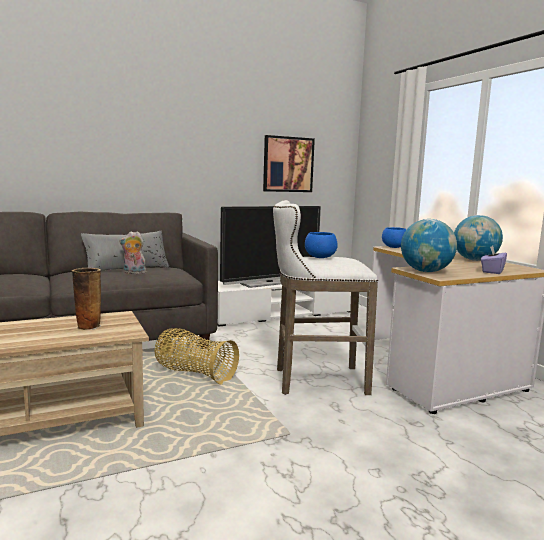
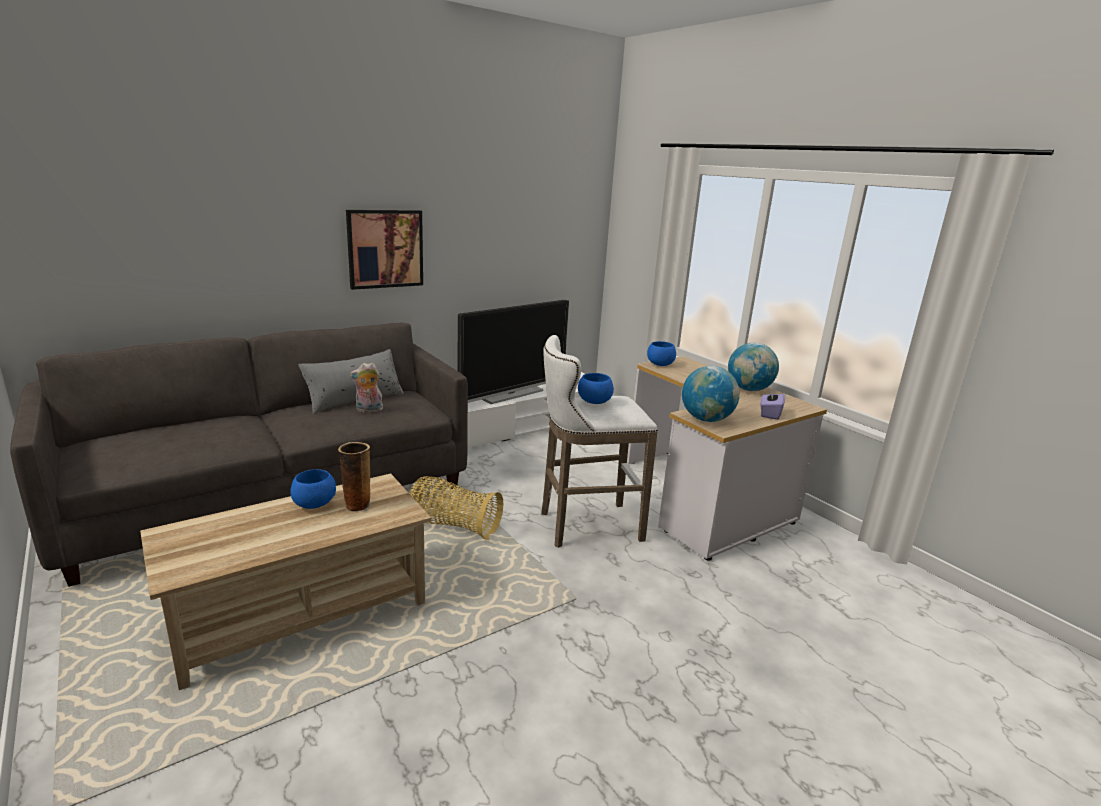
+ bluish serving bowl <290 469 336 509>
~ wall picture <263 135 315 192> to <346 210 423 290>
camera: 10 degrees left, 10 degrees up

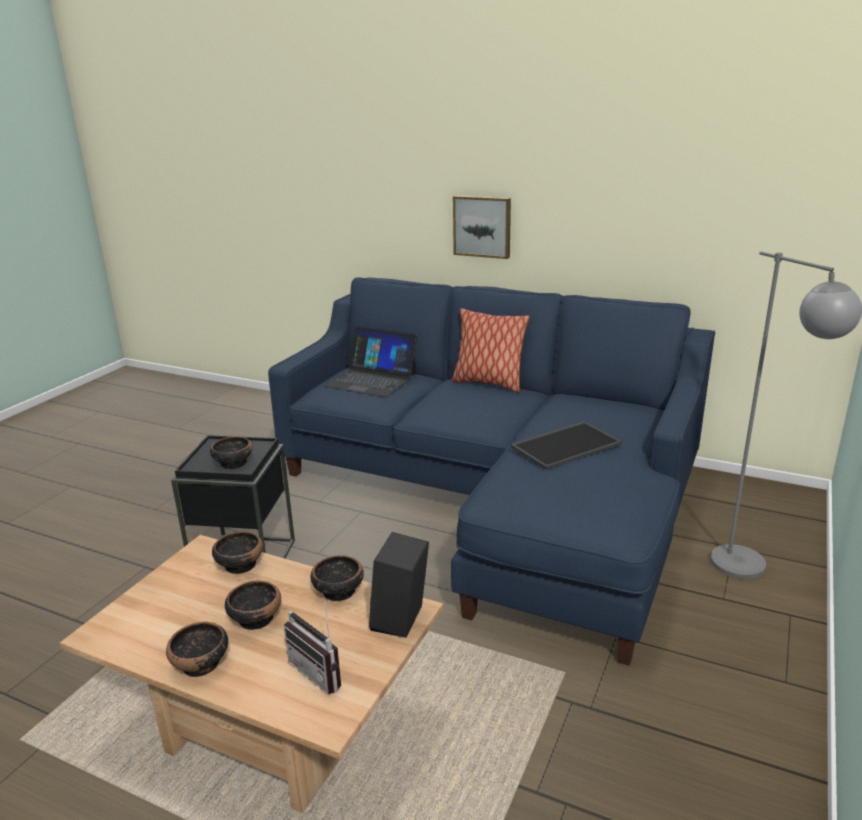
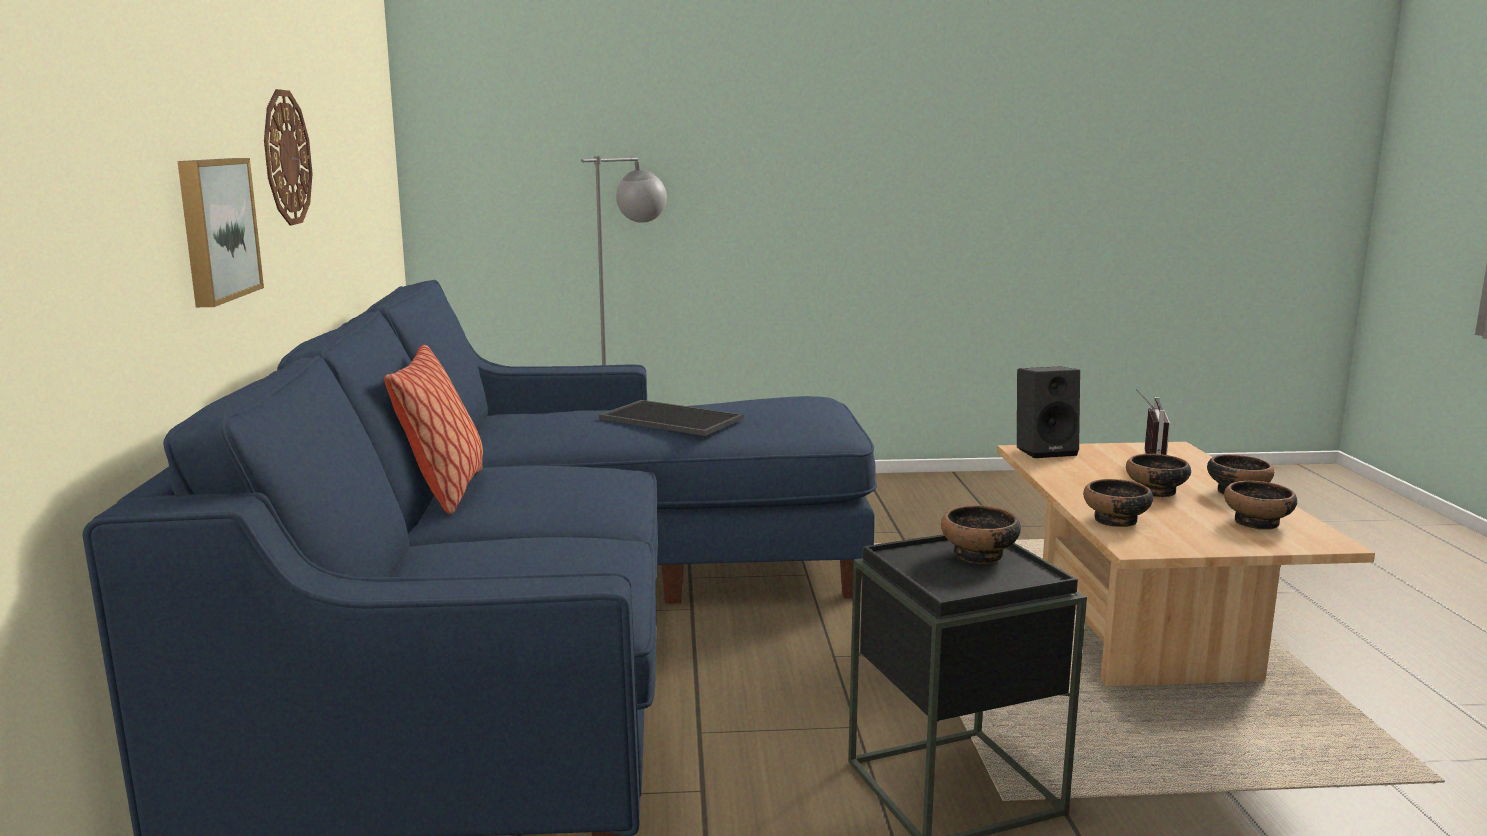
+ wall clock <264 89 313 225>
~ serving bowl <311 555 364 601> to <1224 481 1297 530>
- laptop <324 326 417 397>
camera: 120 degrees left, 10 degrees down

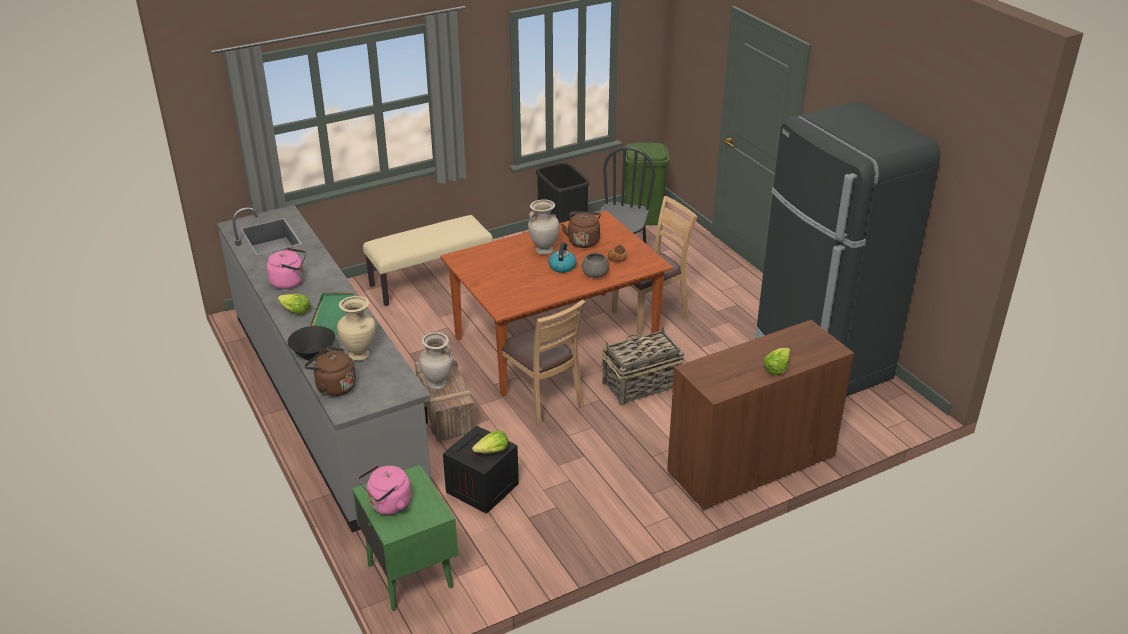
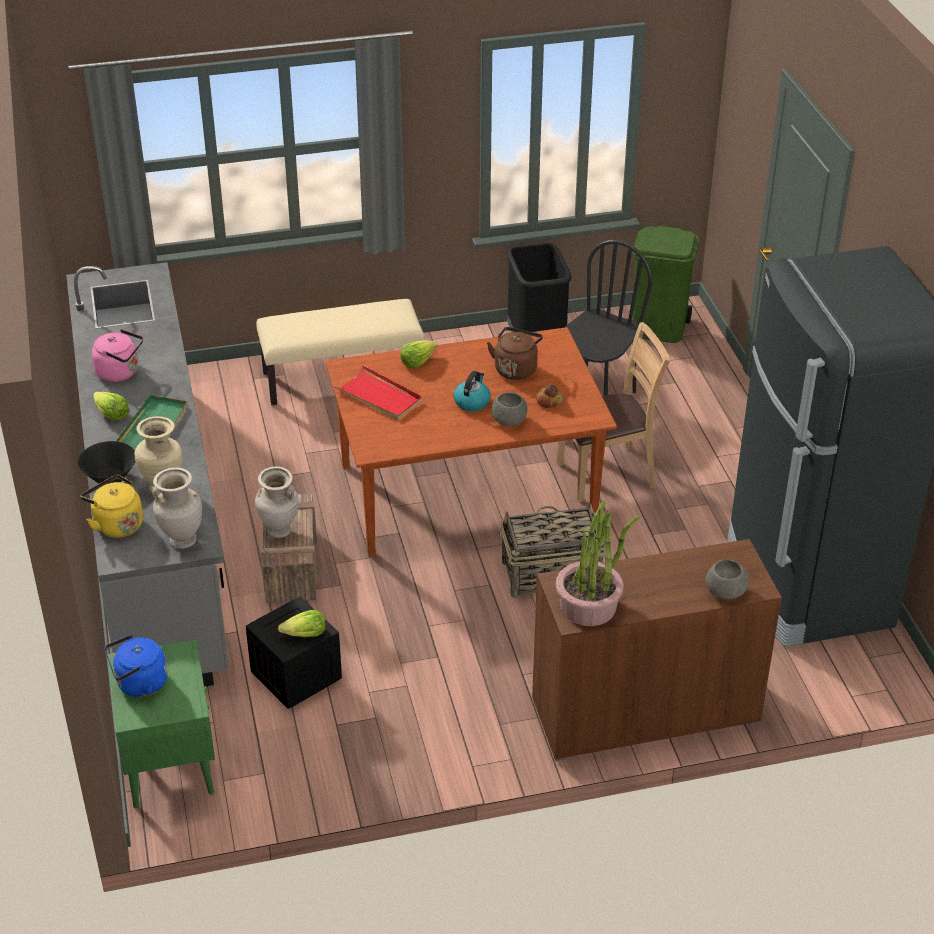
~ brown-coloured tea kettle <304 347 356 396> to yellowish tea kettle <81 475 143 538>
~ pink-coloured tea kettle <358 465 411 515> to bluish tea kettle <105 635 168 697>
~ beige-coloured vase <528 199 559 255> to <152 467 202 549>
+ reddish tray <334 366 422 420>
~ head of lettuce <763 348 790 375> to <400 340 437 368>
+ potted plant <556 501 640 626>
+ greyish serving bowl <706 559 749 600>
- brown-coloured upright chair <497 299 586 429>
camera: 15 degrees right, 5 degrees up

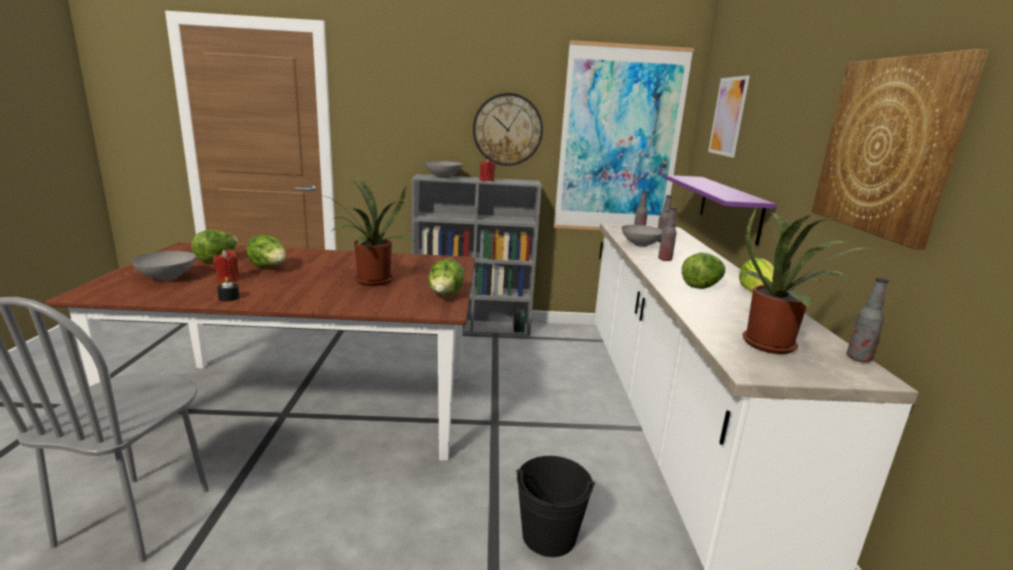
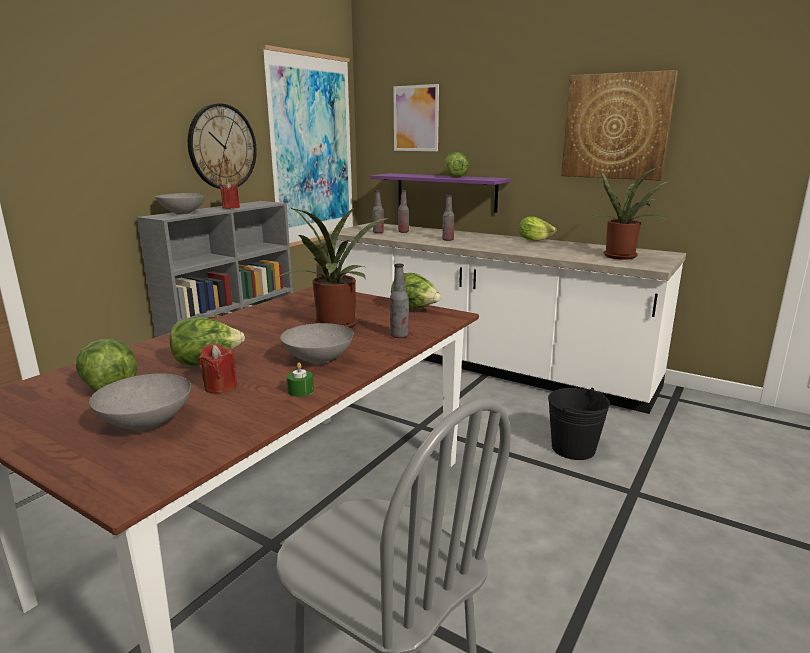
~ greyish serving bowl <622 225 663 247> to <280 323 354 365>
~ black-coloured wax candle <217 277 239 301> to green-coloured wax candle <287 363 314 397>
~ drink bottle <847 278 889 362> to <390 263 409 338>
~ head of lettuce <682 253 725 289> to <444 152 469 178>
camera: 55 degrees left, 0 degrees up

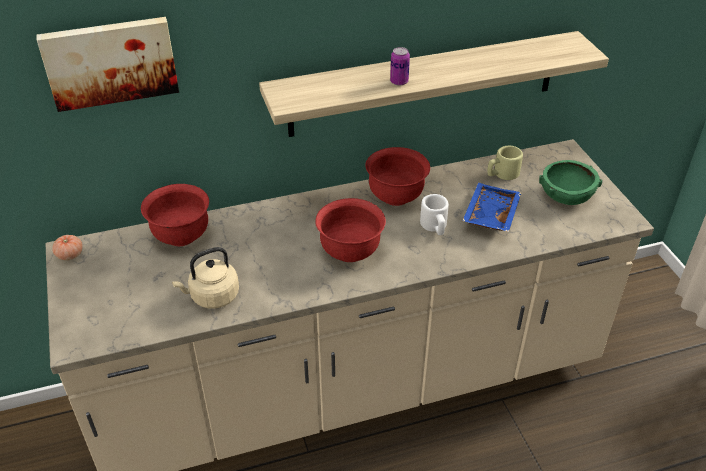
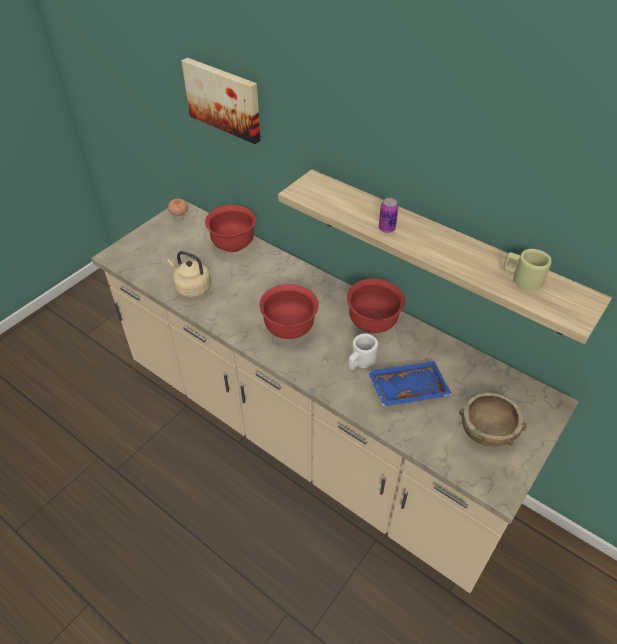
~ green-coloured serving bowl <539 160 602 205> to brown-coloured serving bowl <459 393 527 447>
~ beige-coloured mug <487 146 523 180> to <503 249 552 290>
camera: 55 degrees right, 5 degrees up

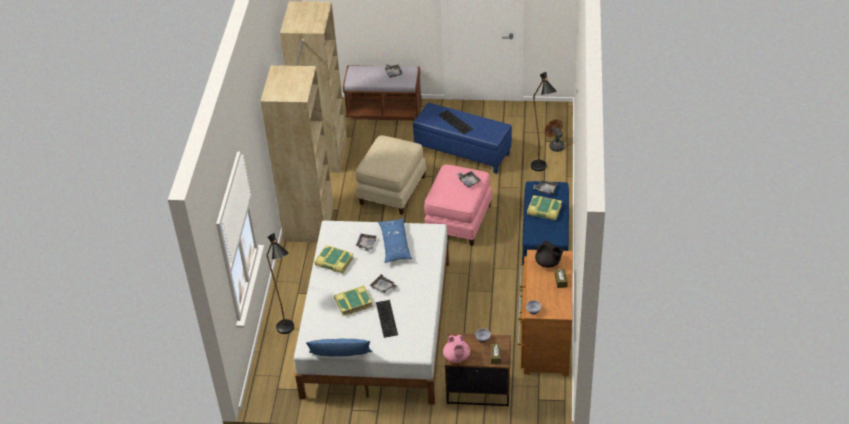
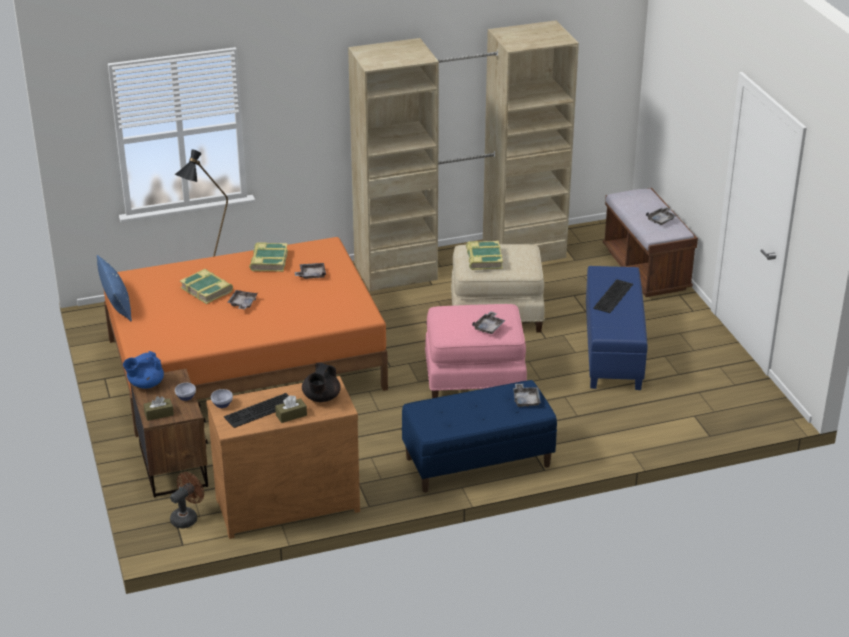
~ whitish bed <294 221 449 405> to orange-coloured bed <104 237 388 437>
~ pink-coloured tea pot <443 335 470 363> to bluish tea pot <123 351 164 389>
~ brown-coloured cooling fan <545 119 565 152> to <170 472 204 528>
~ keyboard <376 300 398 338> to <224 393 289 428>
~ book <527 195 562 220> to <466 241 503 270>
- bluish pillow <378 218 412 263>
- black-coloured floor lamp <531 72 557 171>
camera: 65 degrees right, 10 degrees down

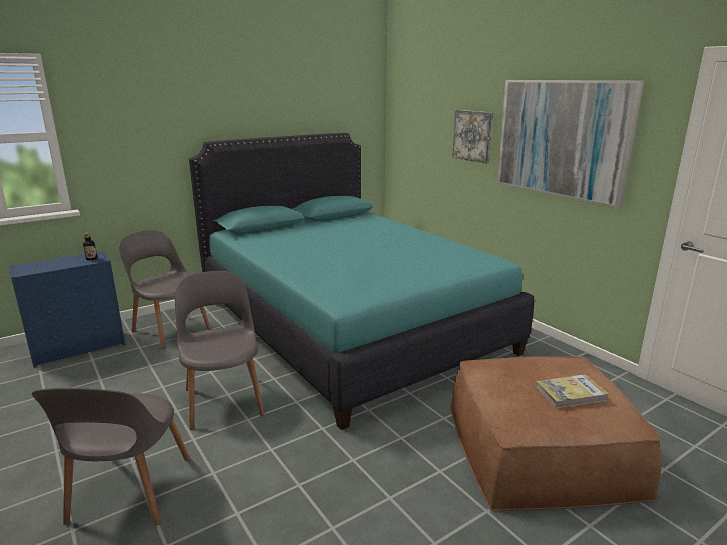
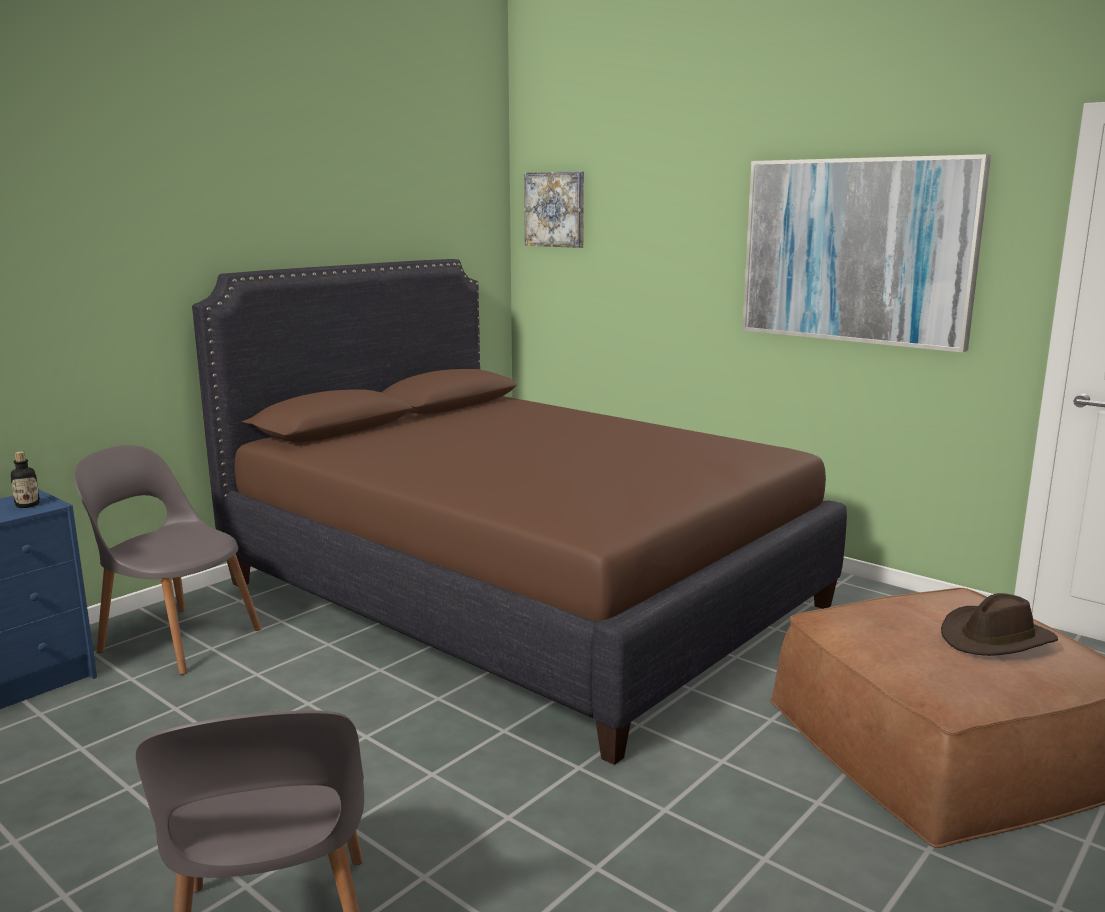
~ turquoise-coloured bed <189 133 534 430> to brown-coloured bed <192 259 847 765>
~ wall picture <452 110 494 164> to <524 171 584 248>
~ book <536 374 608 409> to brown-coloured clothing hat <941 593 1058 656>
- greyish upright chair <175 271 265 430>
camera: 15 degrees left, 5 degrees down

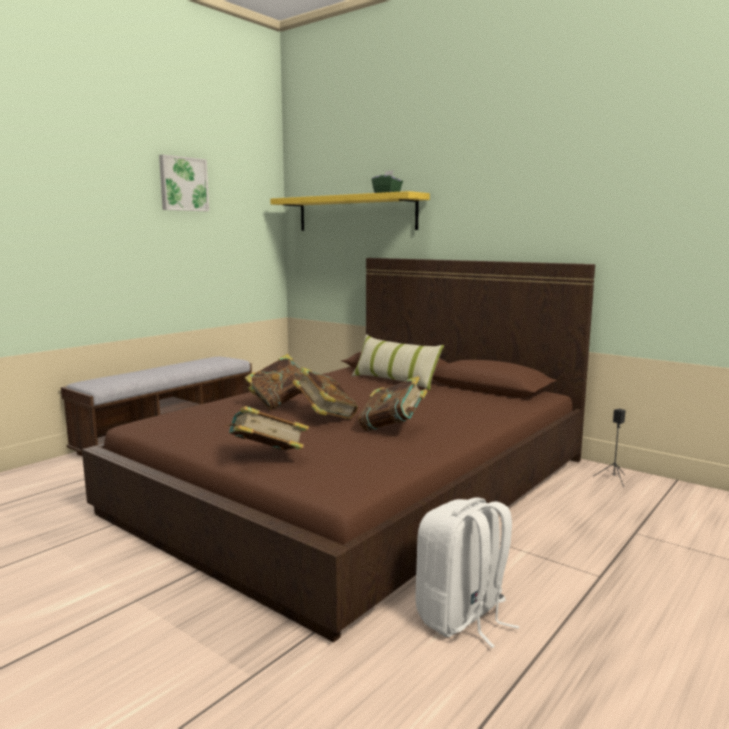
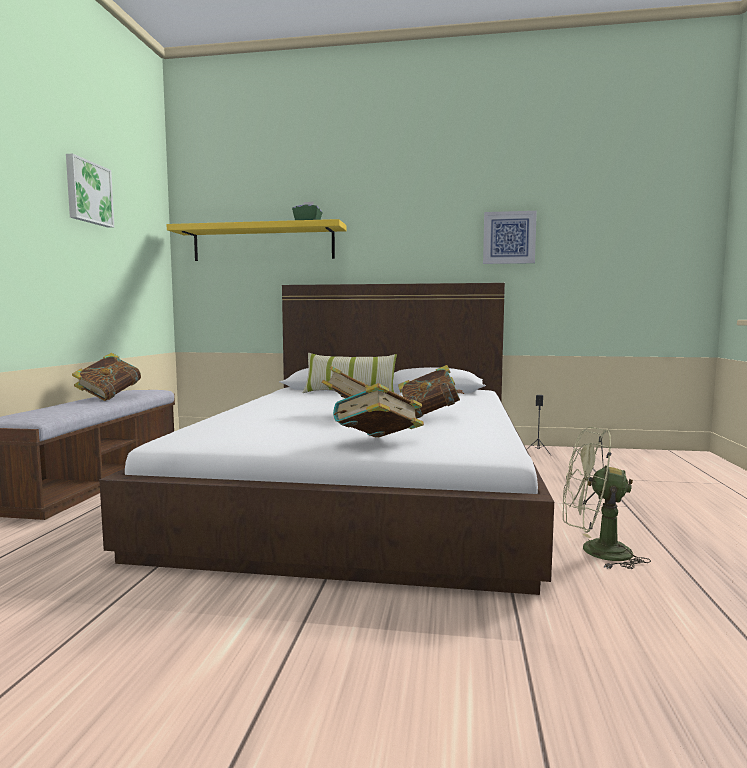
~ book <244 354 304 410> to <72 353 141 401>
~ brown-coloured bed <82 258 595 642> to whitish bed <99 283 554 595>
+ wall picture <483 211 537 264>
~ whitish rucksack <416 497 519 648> to green-coloured cooling fan <563 427 651 569>
camera: 30 degrees left, 5 degrees down

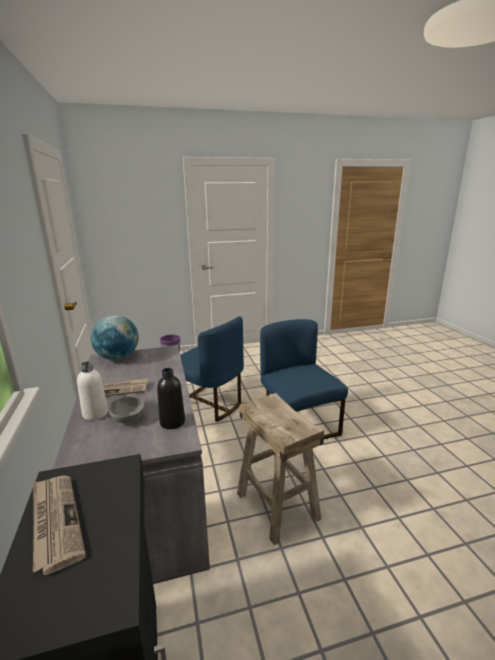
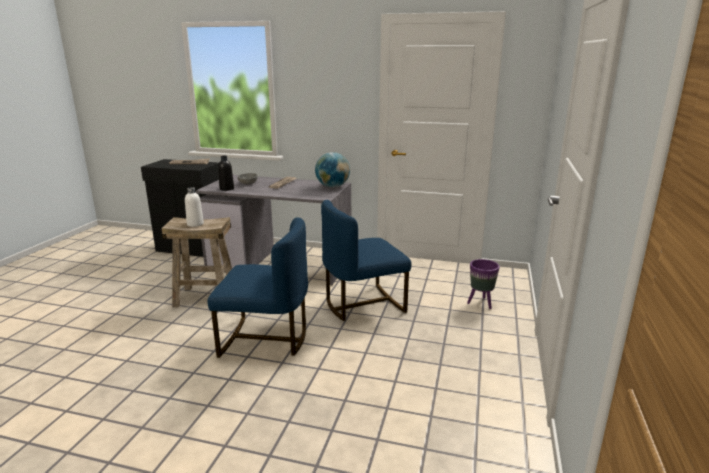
~ whitish drink bottle <77 361 108 420> to <185 187 204 227>
camera: 120 degrees right, 0 degrees up

